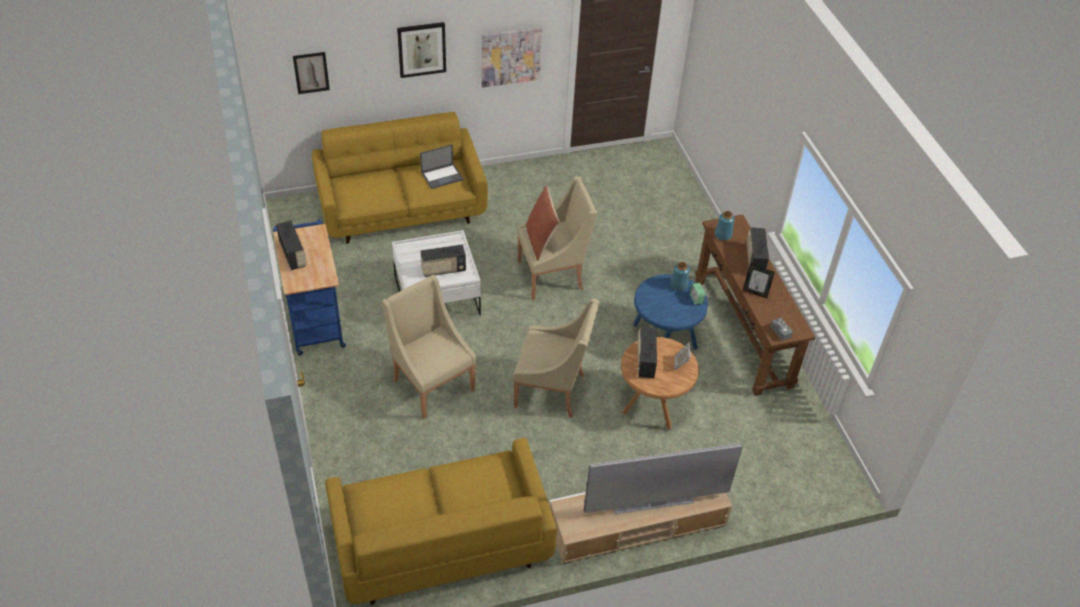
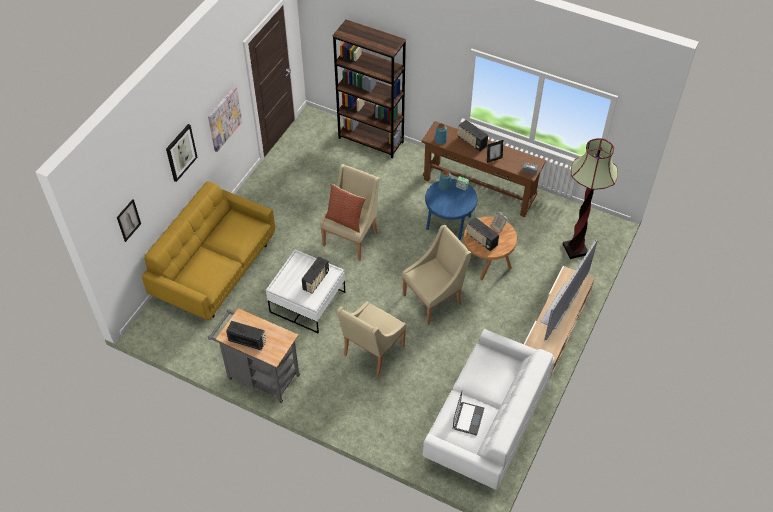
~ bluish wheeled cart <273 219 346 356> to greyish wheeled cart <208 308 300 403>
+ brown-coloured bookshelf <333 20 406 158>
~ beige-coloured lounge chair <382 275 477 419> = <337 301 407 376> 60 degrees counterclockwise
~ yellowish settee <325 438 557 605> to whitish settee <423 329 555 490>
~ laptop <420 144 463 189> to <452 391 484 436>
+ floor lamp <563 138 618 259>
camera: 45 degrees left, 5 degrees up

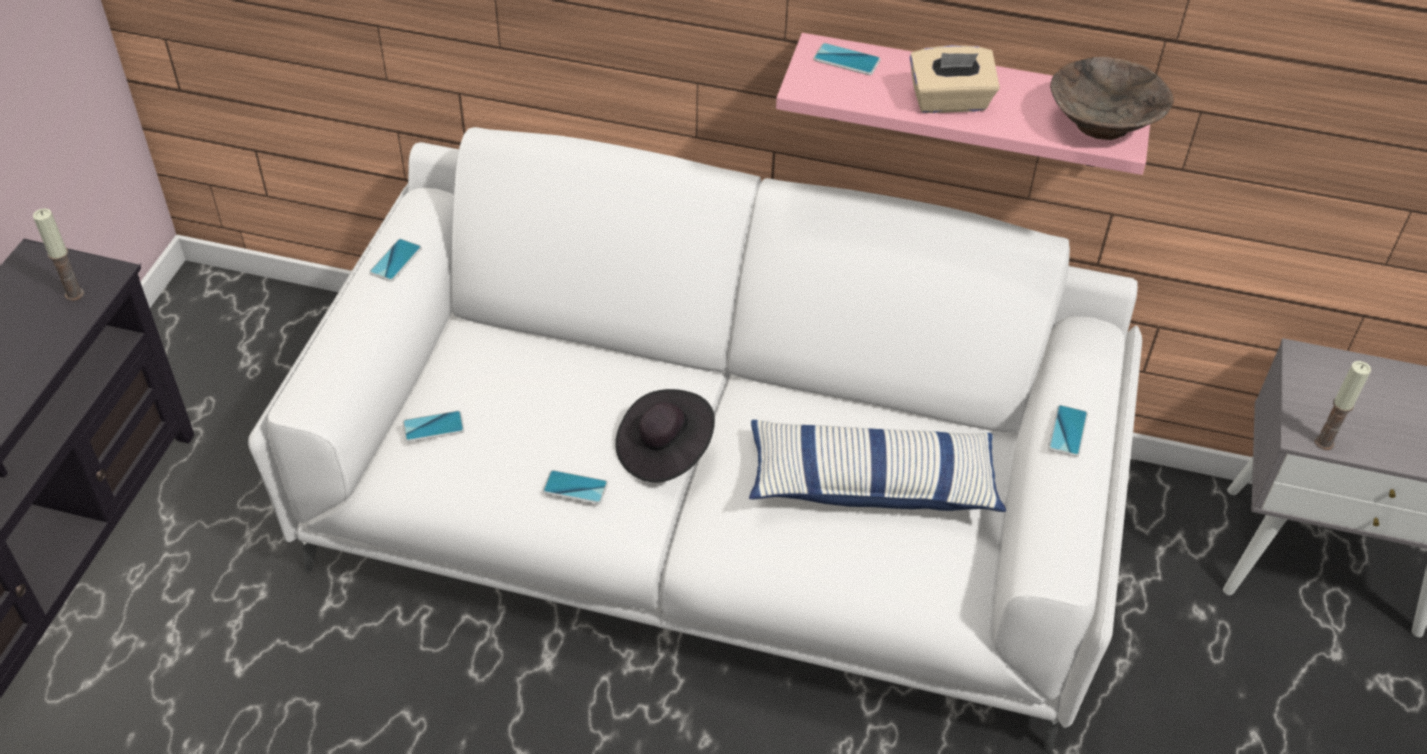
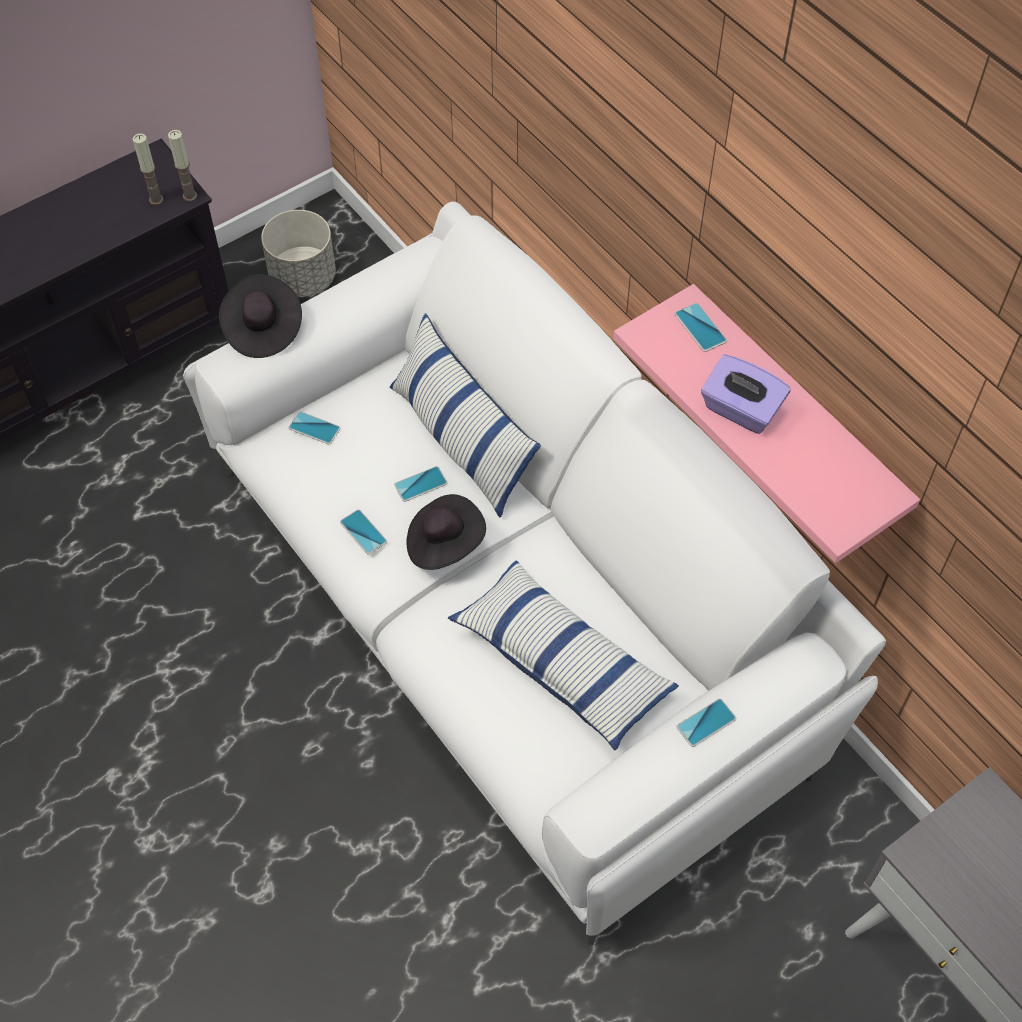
~ wax candle <1315 361 1371 450> to <168 130 197 201>
+ black-coloured clothing hat <219 274 302 358>
+ greyish planter <261 210 336 297>
+ pillow <390 313 541 517>
~ telephone <369 239 422 282> to <394 466 447 502>
~ beige-coloured tissue box <910 45 1000 113> to purplish tissue box <701 354 791 434>
- brown-coloured serving bowl <1050 57 1174 140>
camera: 40 degrees right, 10 degrees up

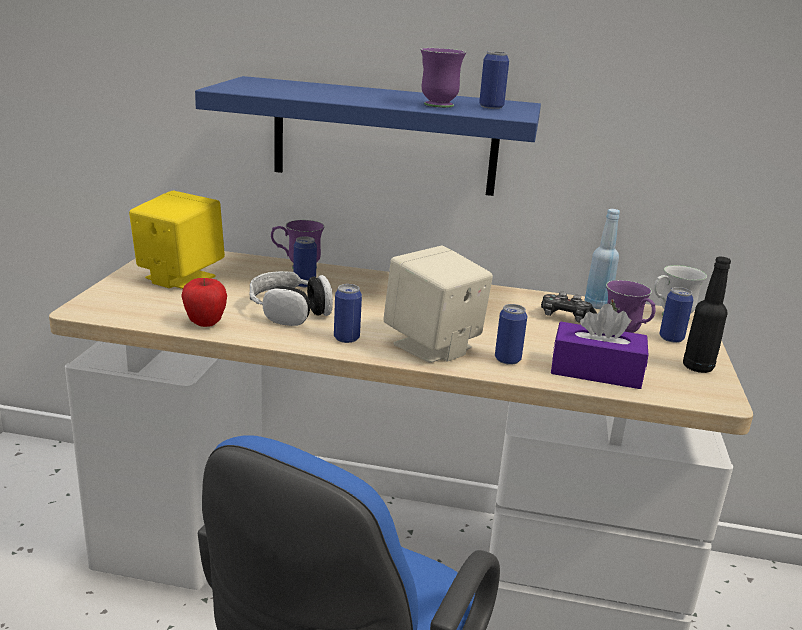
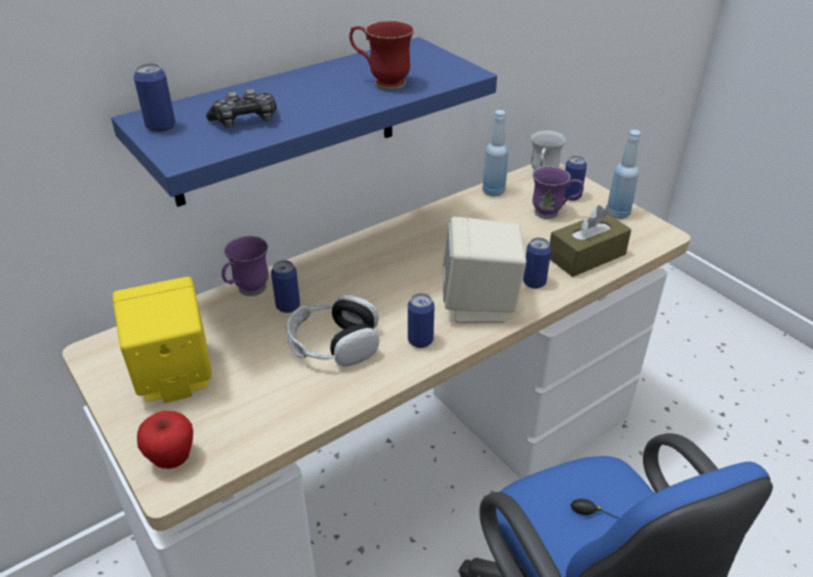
~ metal can <479 51 509 109> to <134 63 176 133>
~ apple fruit <181 278 227 327> to <137 411 193 469>
~ gamepad <541 292 597 323> to <206 89 277 128>
~ purplish mug <420 47 466 108> to reddish mug <349 21 414 90>
~ purplish tissue box <551 304 648 389> to brown-coloured tissue box <550 205 631 277>
~ black-coloured drink bottle <683 257 731 373> to bluish drink bottle <607 130 641 219>
camera: 45 degrees left, 15 degrees up

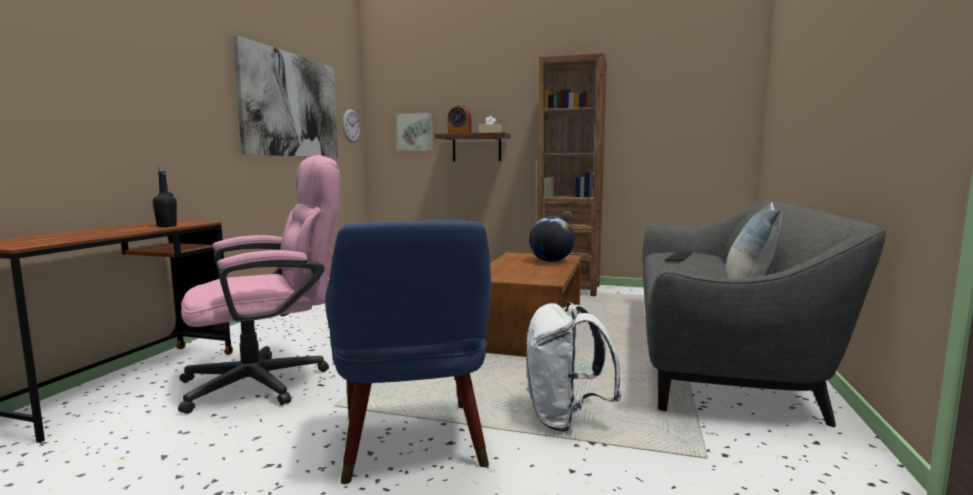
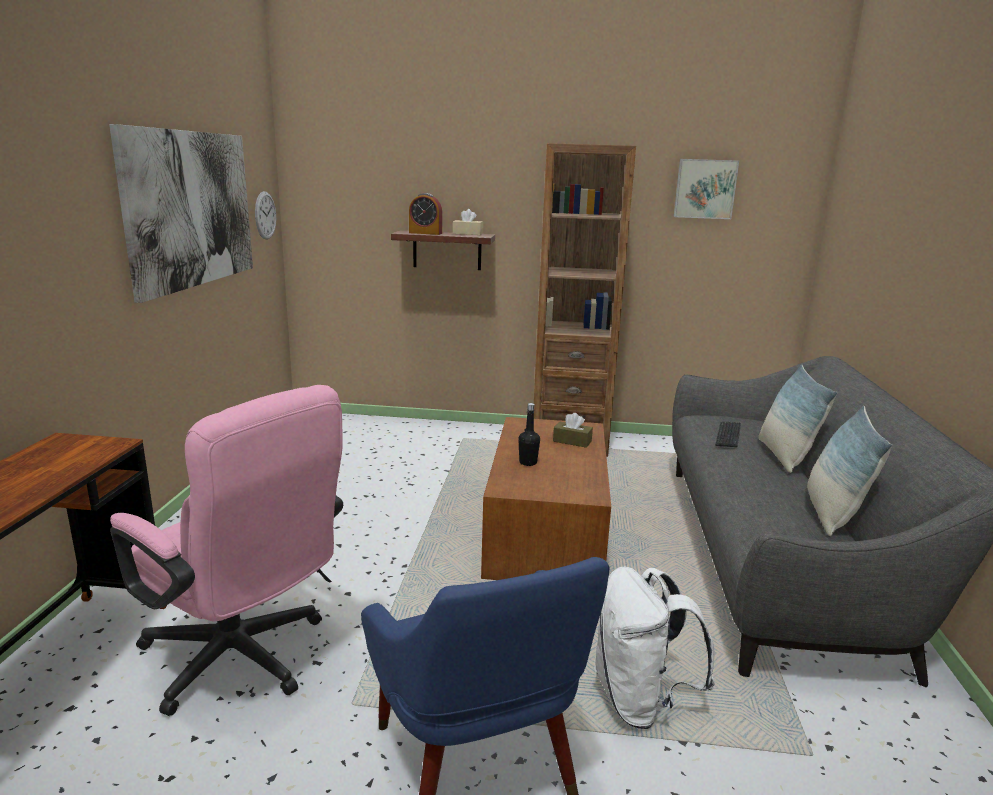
~ pink-coloured office chair <178 155 340 414> = <110 385 343 716> 75 degrees clockwise
~ black-coloured drink bottle <152 166 177 227> to <518 403 540 466>
~ desk globe <529 217 574 262> to brown-coloured tissue box <553 413 593 448>
~ wall picture <396 112 433 151> to <674 159 739 219>
+ pillow <759 365 838 473>
camera: 10 degrees left, 10 degrees up

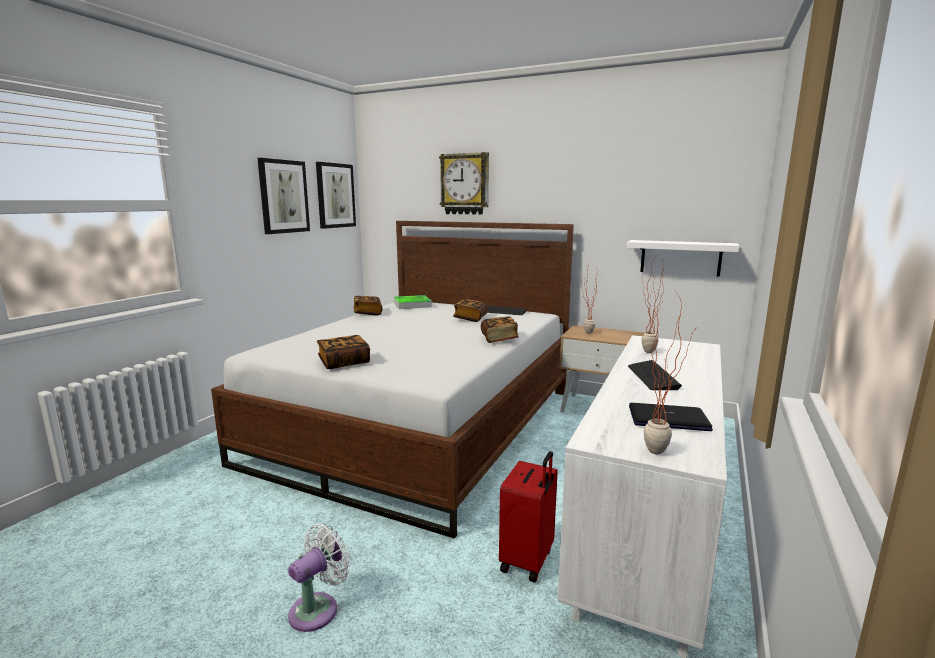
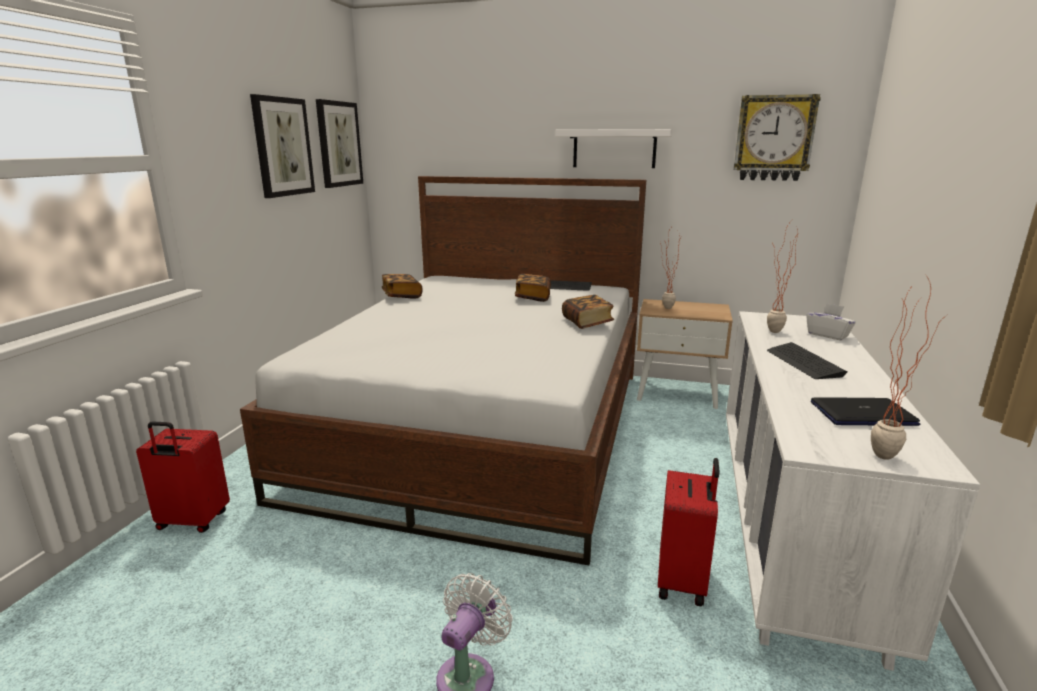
+ reddish travel case <136 421 230 533>
~ whitish wall shelf <626 240 739 277> to <555 129 672 168>
~ wall clock <439 152 489 215> to <733 94 821 181>
+ whitish tissue box <806 303 856 340>
- book <317 335 370 369>
- tray <394 295 432 309>
camera: 10 degrees left, 5 degrees up

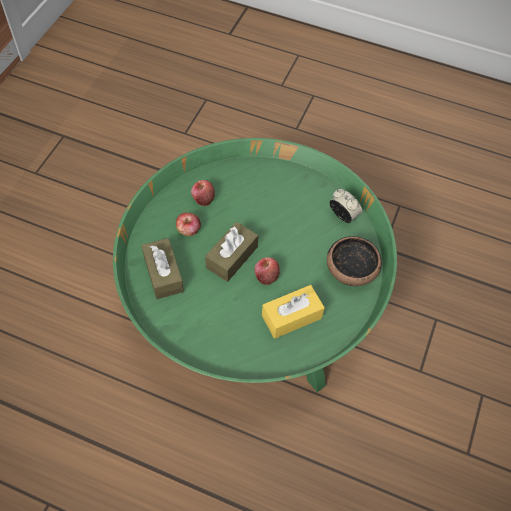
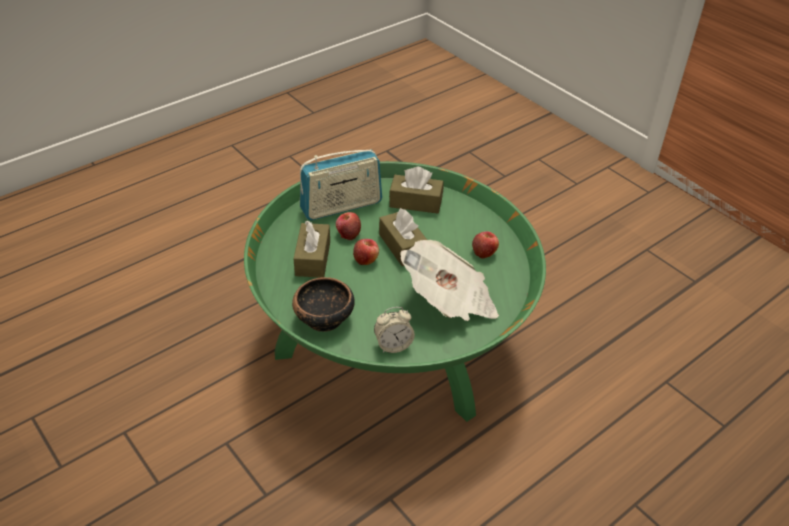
~ yellowish tissue box <262 285 325 339> to brown-coloured tissue box <294 221 330 277>
+ radio <300 149 382 220>
~ apple fruit <176 212 201 236> to <336 212 361 240>
+ daily paper <400 240 499 321>
camera: 120 degrees right, 15 degrees down

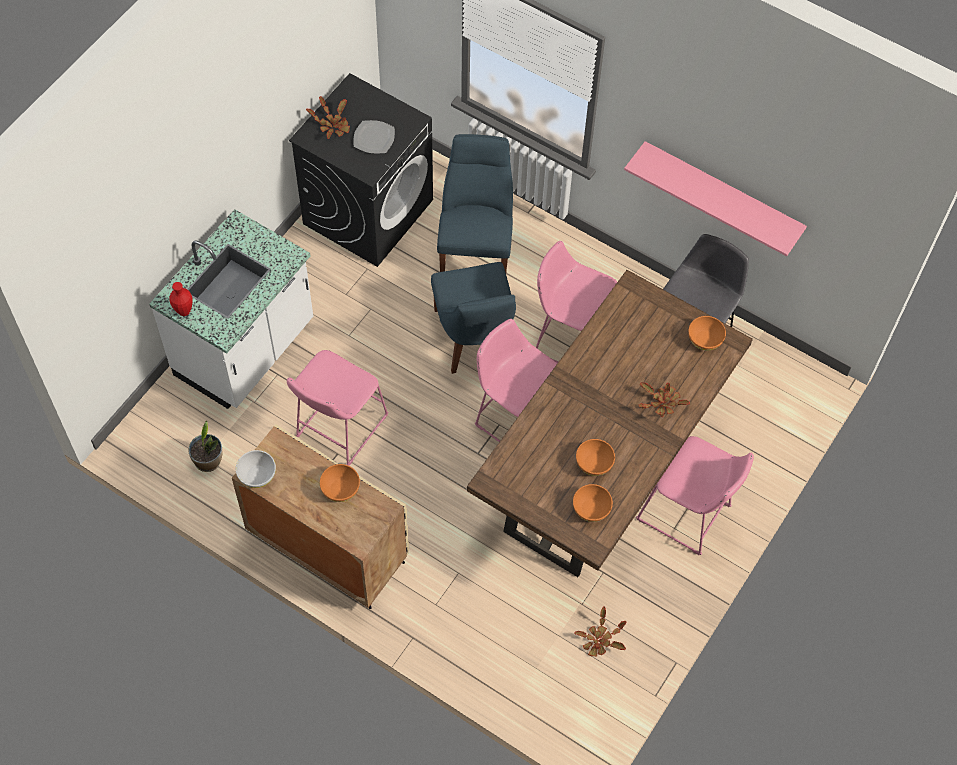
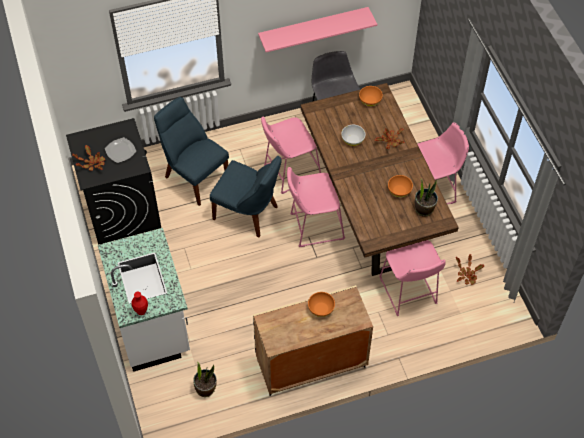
~ whitish serving bowl <236 450 276 488> to <341 125 366 146>
~ pink-coloured stool seat <287 350 389 466> to <379 240 446 316>
~ orange-coloured serving bowl <573 484 613 522> to potted plant <415 179 438 217>
camera: 50 degrees left, 5 degrees down

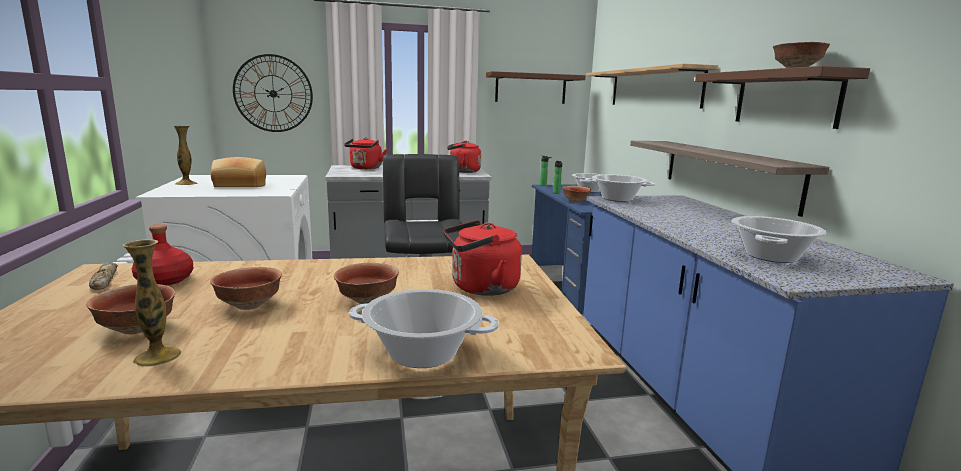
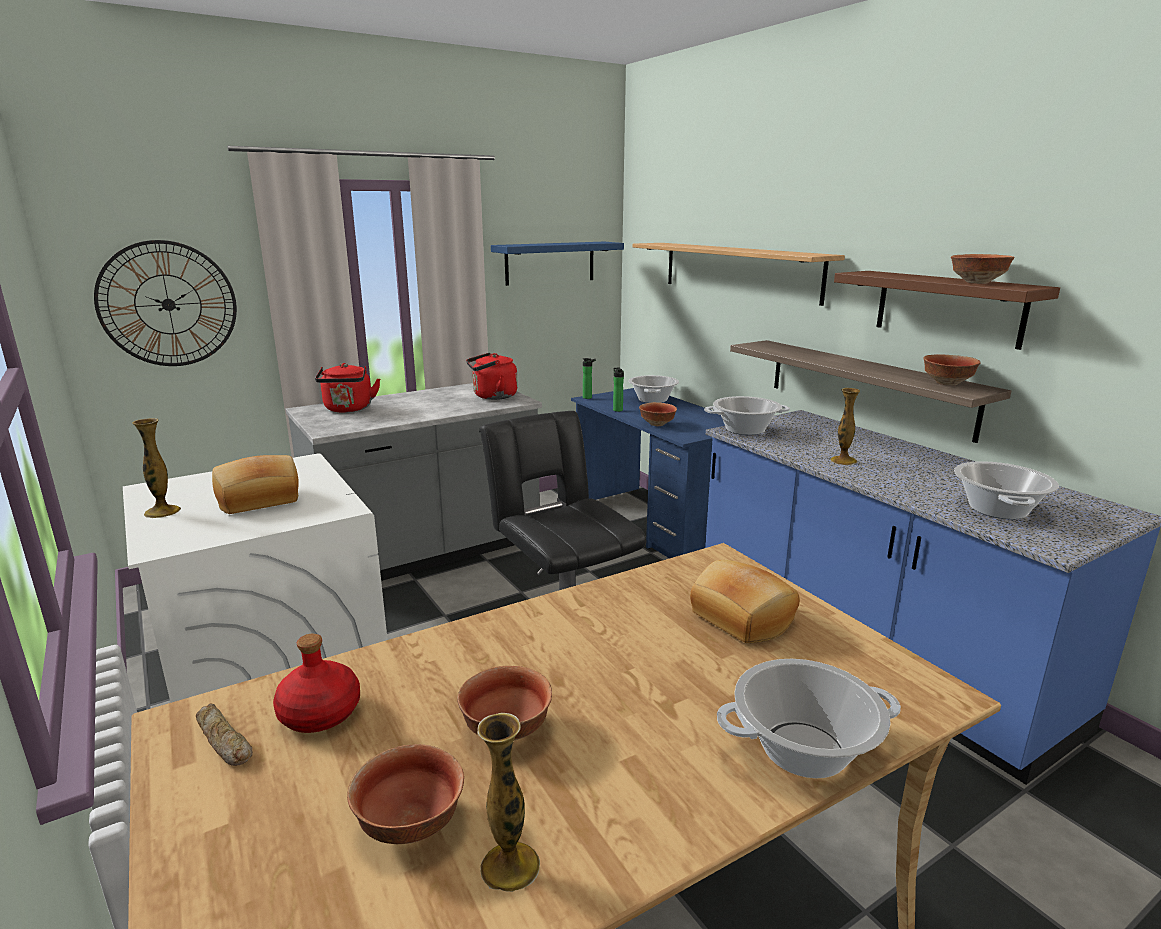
~ brown-coloured wall shelf <486 71 586 104> to bluish wall shelf <491 242 624 286>
~ reddish tea kettle <443 220 522 296> to baked bread <690 560 800 643>
+ vase <830 388 860 465>
~ serving bowl <334 263 399 304> to <924 354 981 386>
camera: 20 degrees left, 5 degrees up

